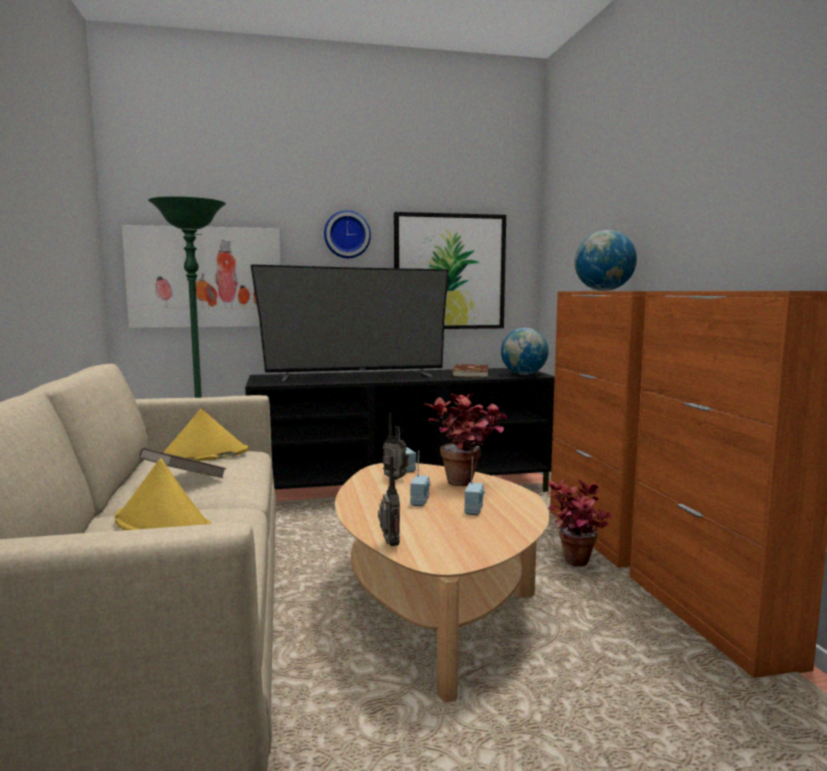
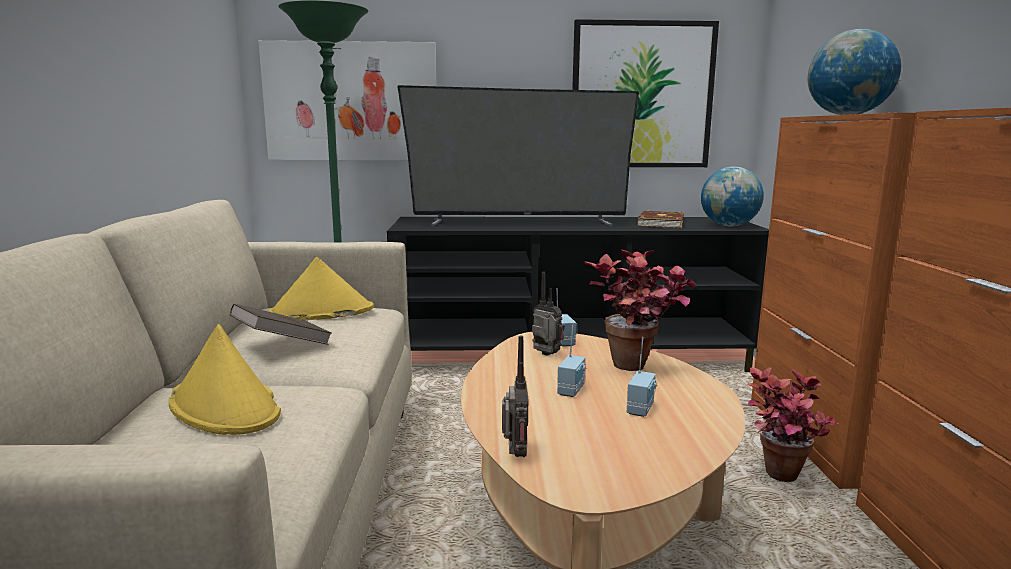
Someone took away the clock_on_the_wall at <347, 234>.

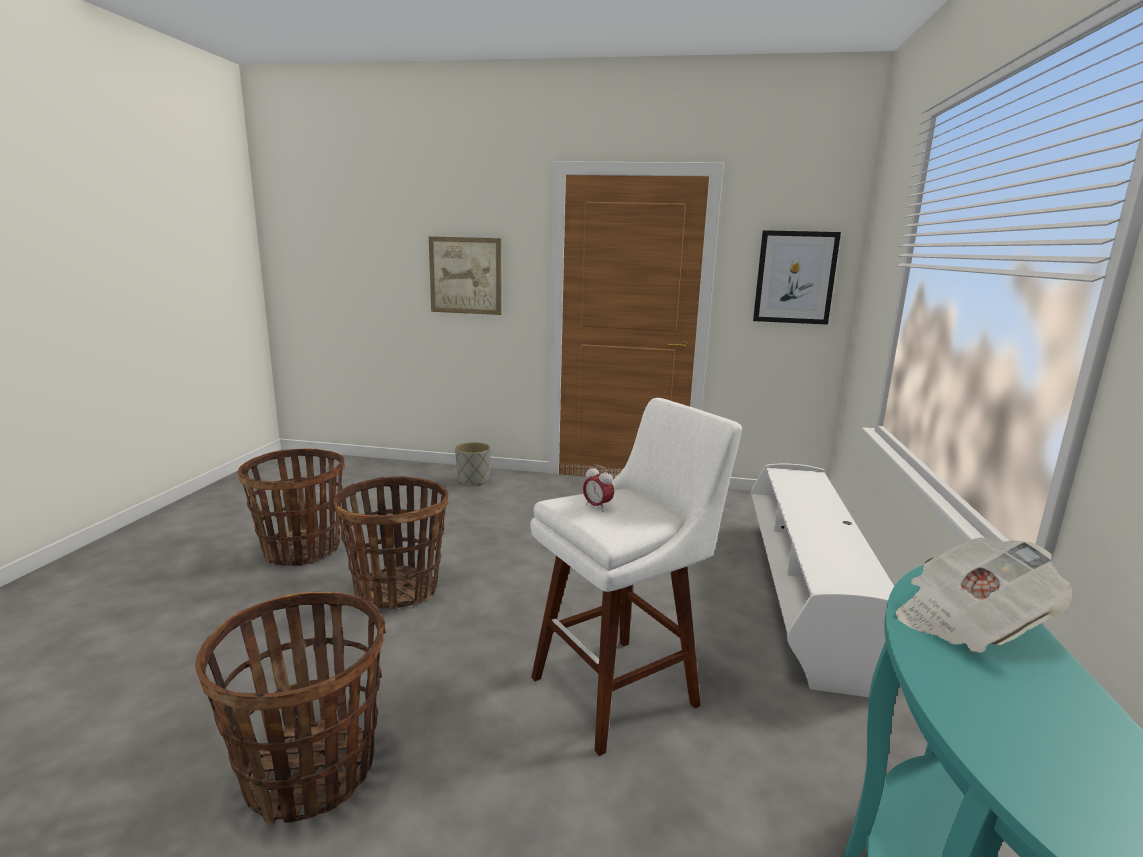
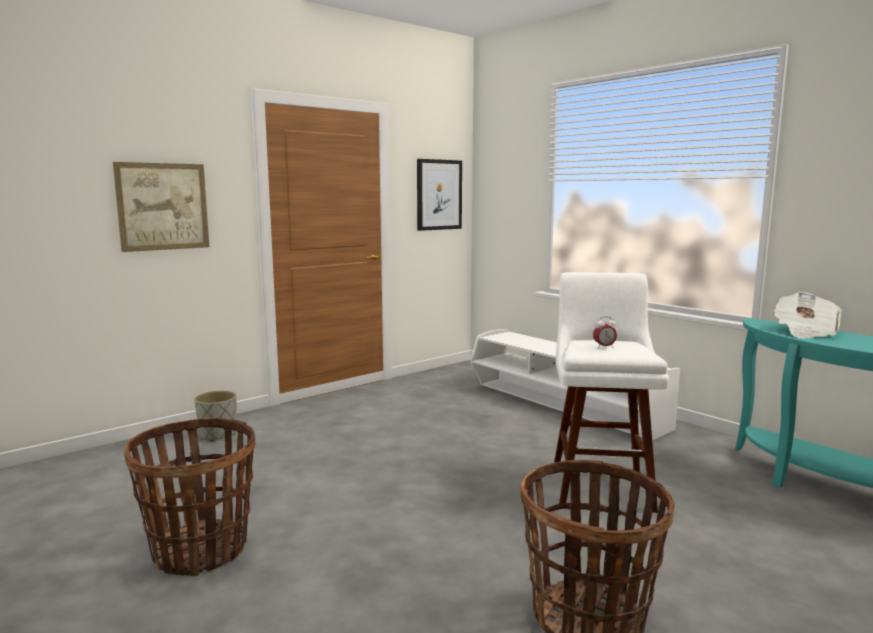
Someone took away the storage_basket at <397, 590>.

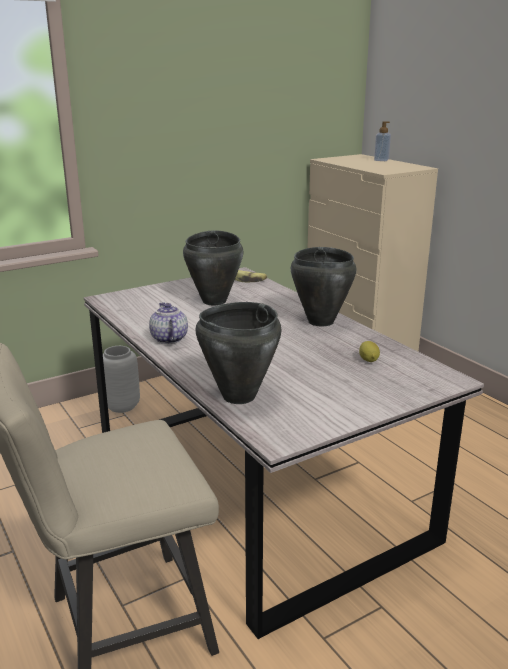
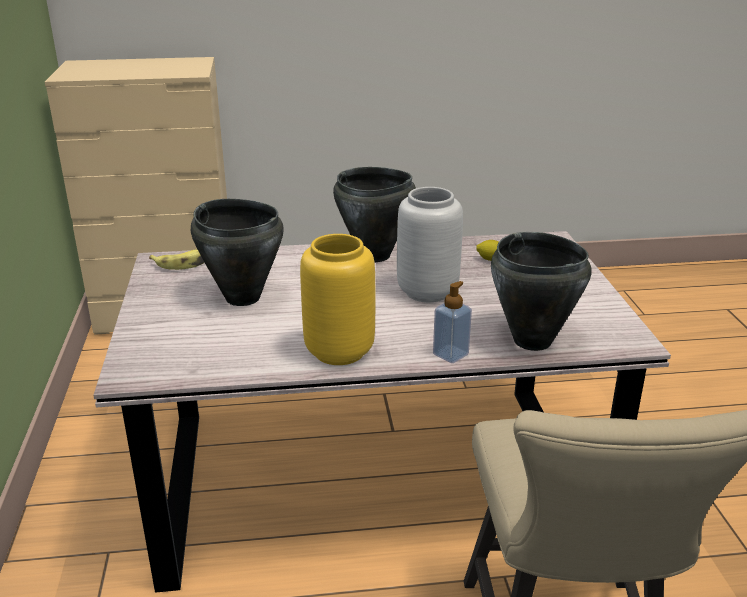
Someone carried the gray_flower_vase from <122, 406> to <428, 292>.
Someone carried the soap_bottle from <381, 160> to <450, 354>.
Someone swapped the pot_for_tea at <168, 339> for the yellow-coloured_flower_vase at <340, 352>.

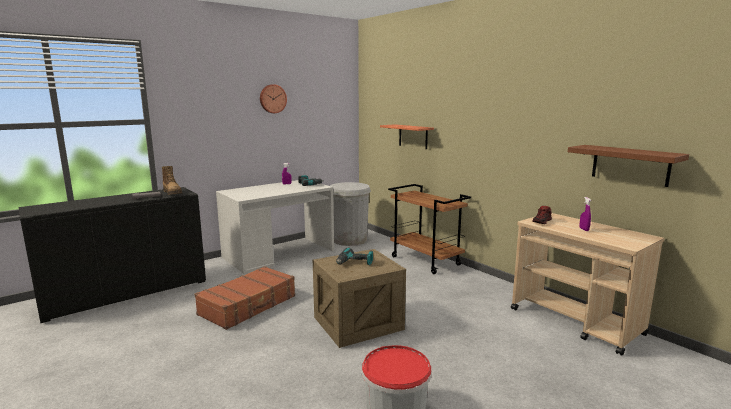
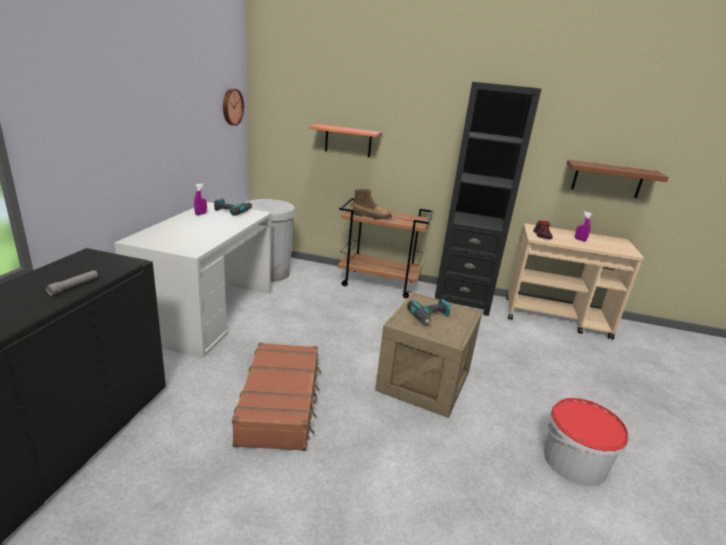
Someone put down the black_shelving_unit at <461, 300>.
Someone carried the tall_boot from <173, 193> to <371, 217>.
Someone carried the clock_on_the_wall from <272, 98> to <231, 106>.

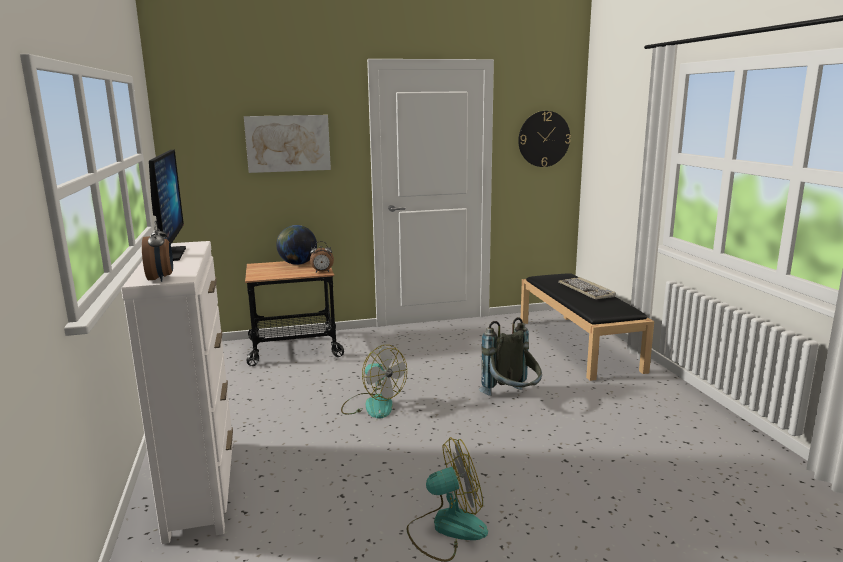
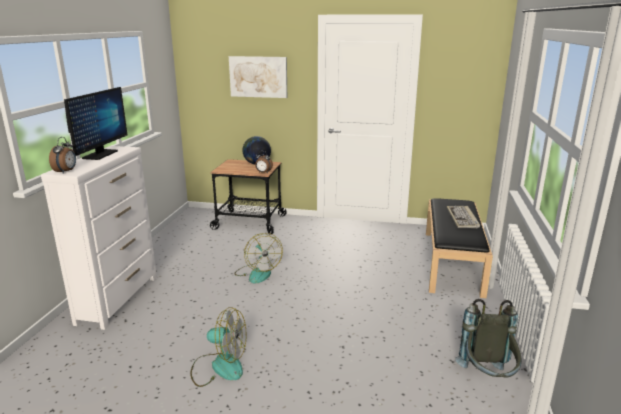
Someone took away the clock_on_the_wall at <544, 139>.
Someone carried the gray_knapsack from <512, 399> to <487, 378>.

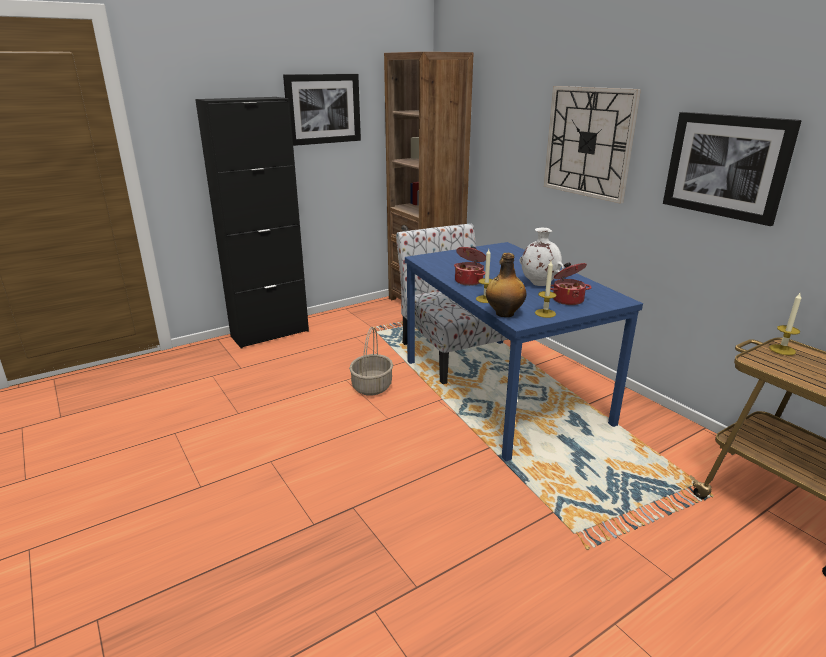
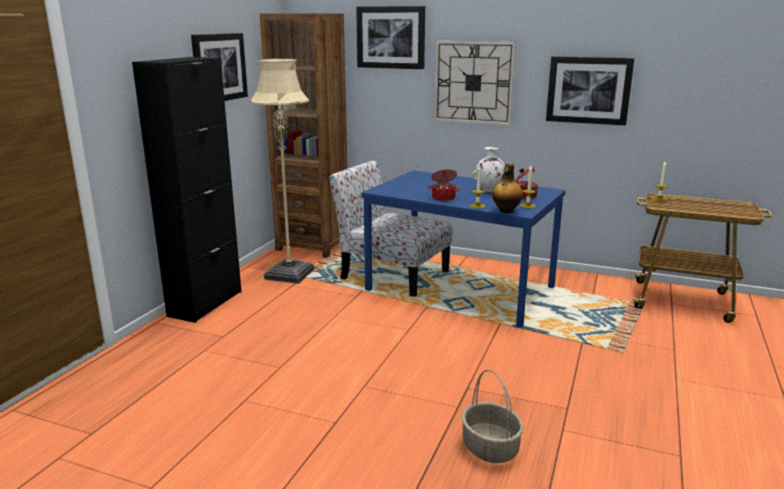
Someone put down the sand-coloured_floor_lamp at <289, 274>.
Someone put up the picture at <391, 37>.
Someone carried the storage_basket from <371, 386> to <489, 448>.

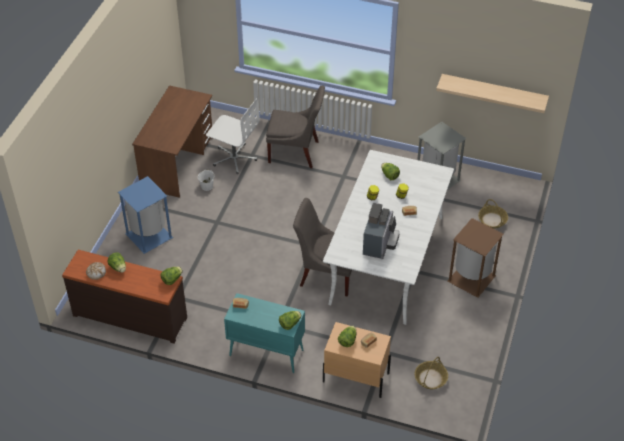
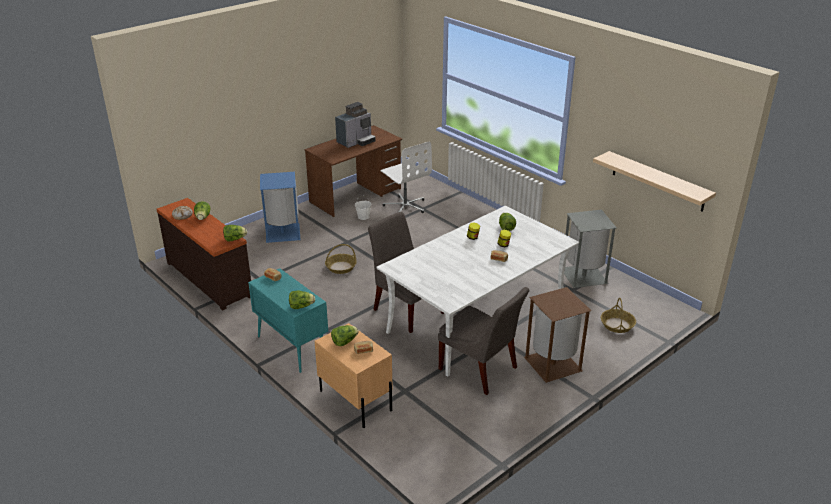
Someone carried the gray_chair from <296, 152> to <480, 370>.
Someone carried the coffee_maker from <380, 244> to <356, 142>.
Someone carried the storage_basket from <430, 379> to <340, 267>.

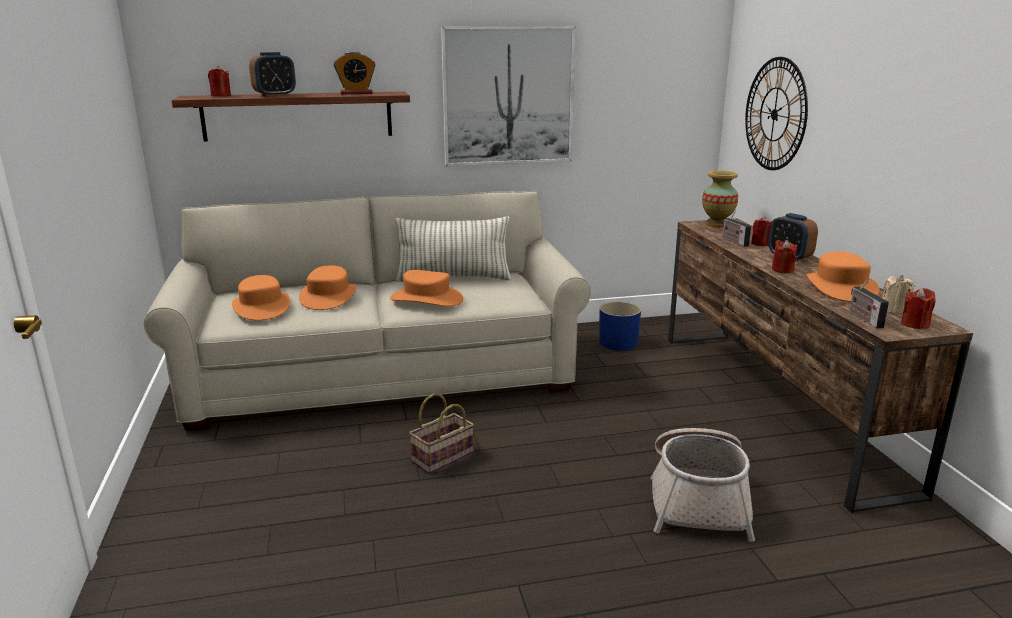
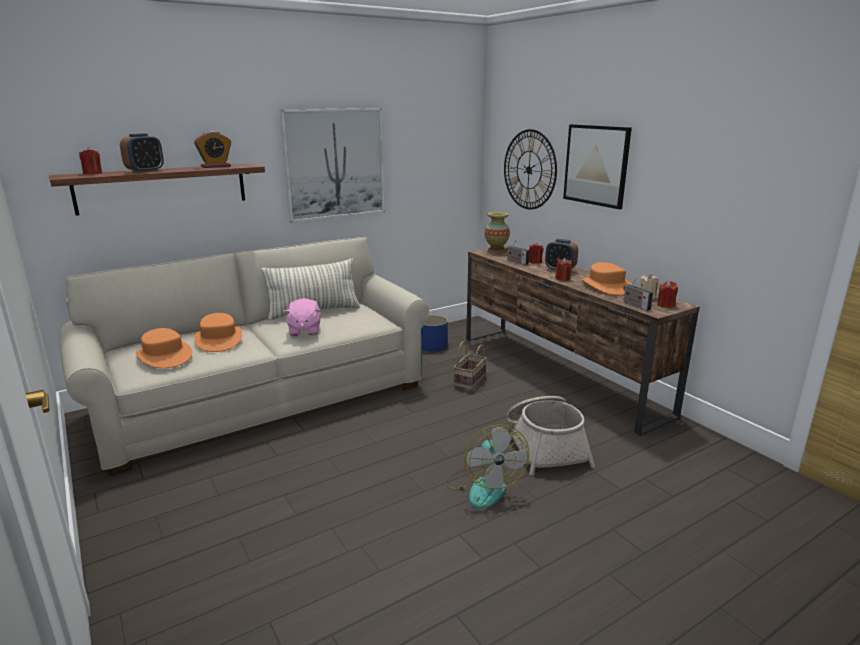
Someone put down the fan at <483, 486>.
Someone put up the picture at <596, 165>.
Someone carried the storage_basket from <442, 458> to <470, 382>.
Someone swapped the orange-coloured_wearable_hat at <427, 299> for the pink_soft_toy at <304, 330>.

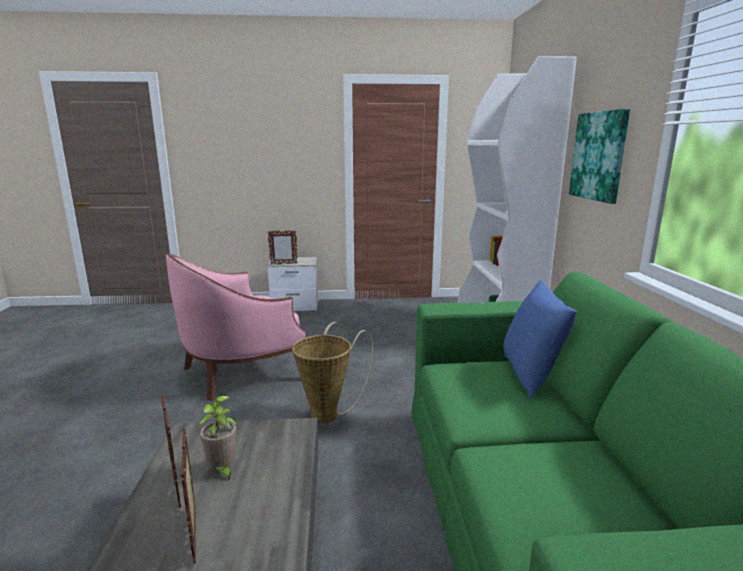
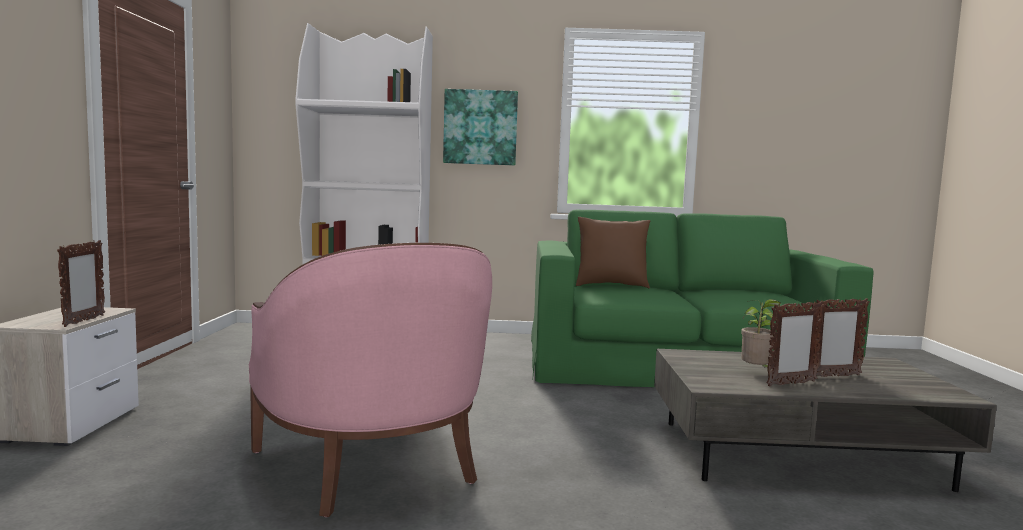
Someone took away the storage_basket at <329, 413>.
Someone repainted the bluish_cushion at <531, 375>, which became the brown-coloured_cushion at <611, 286>.

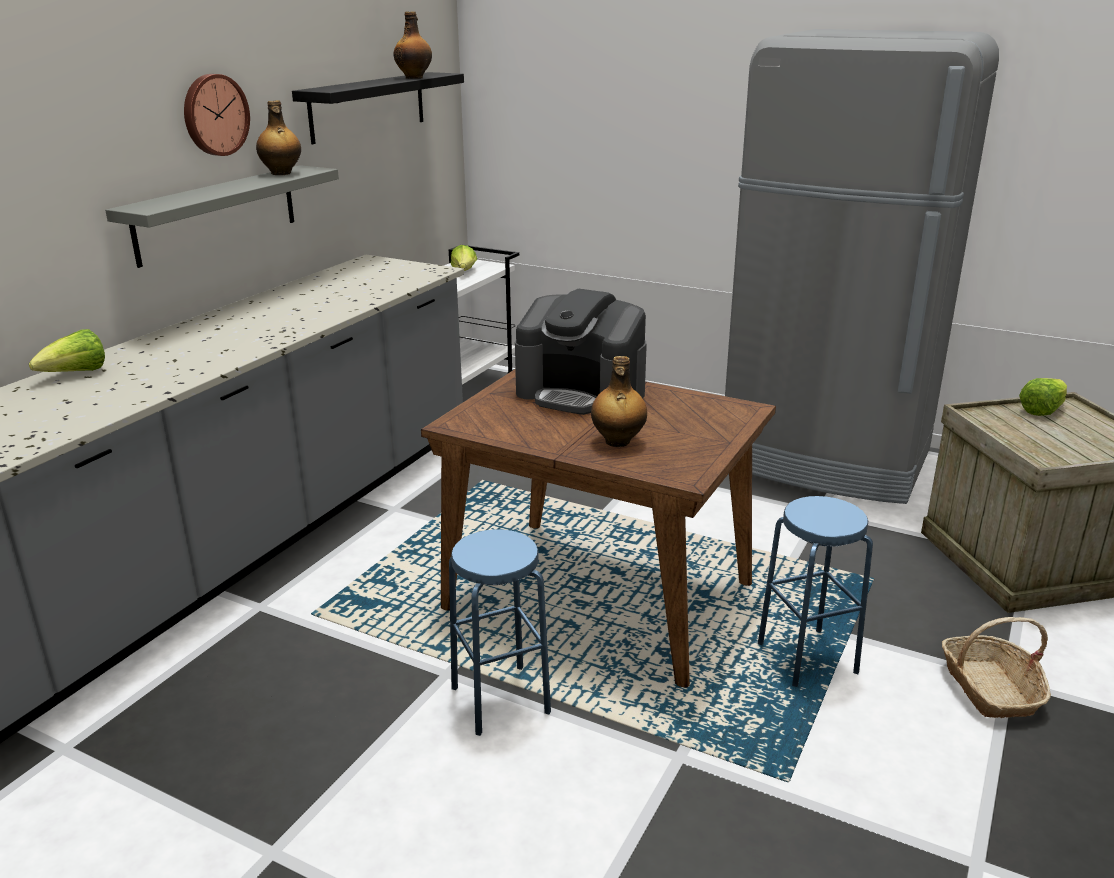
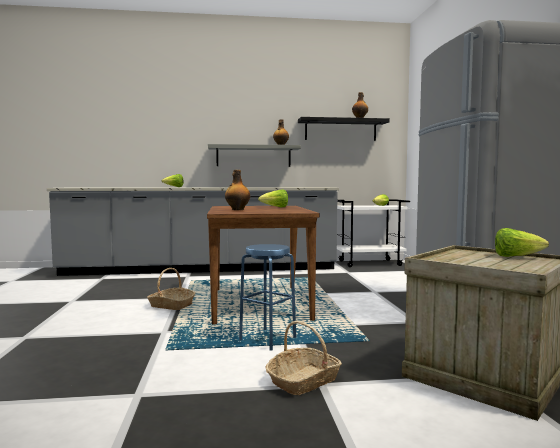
Someone took away the clock_on_the_wall at <214, 115>.
Someone swapped the bluish_stool at <500, 700> for the storage_basket at <171, 305>.
Someone swapped the coffee_maker at <582, 393> for the lettuce_head at <275, 207>.

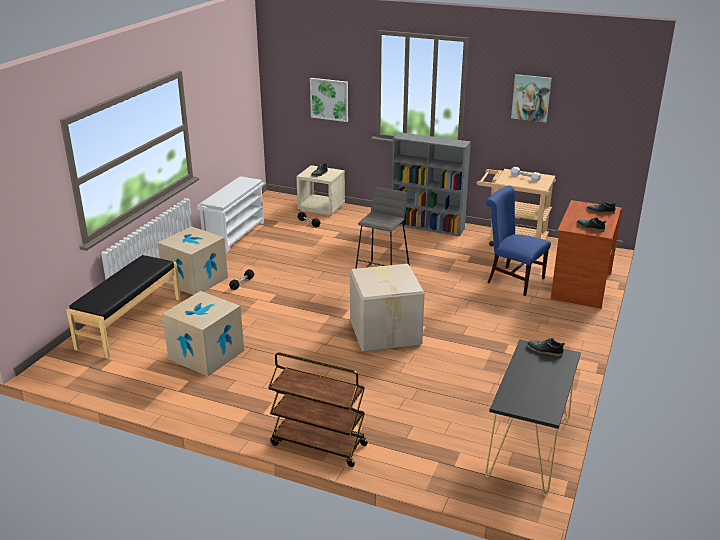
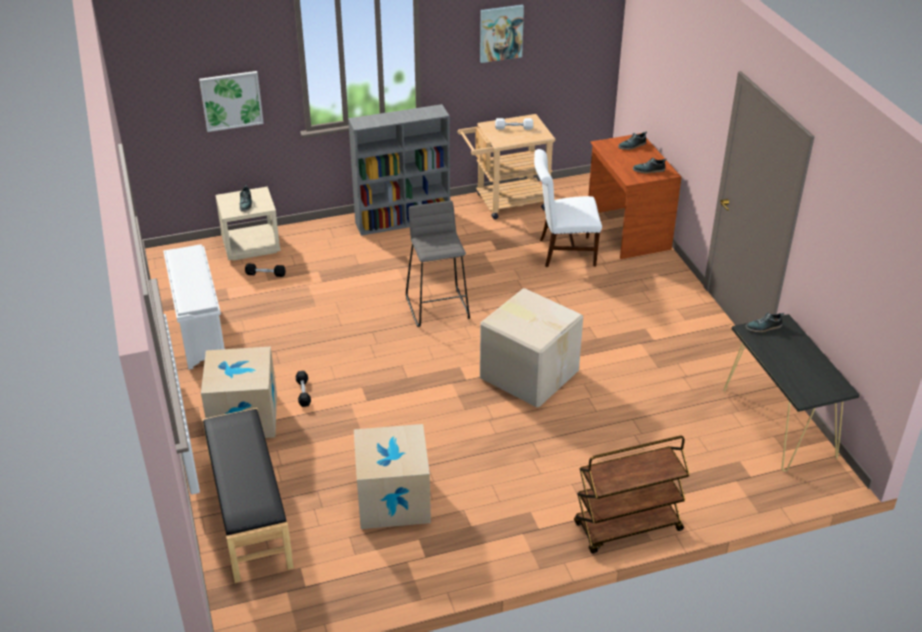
Someone repainted the bluish_chair at <512, 279>, which became the whitish_chair at <563, 252>.

